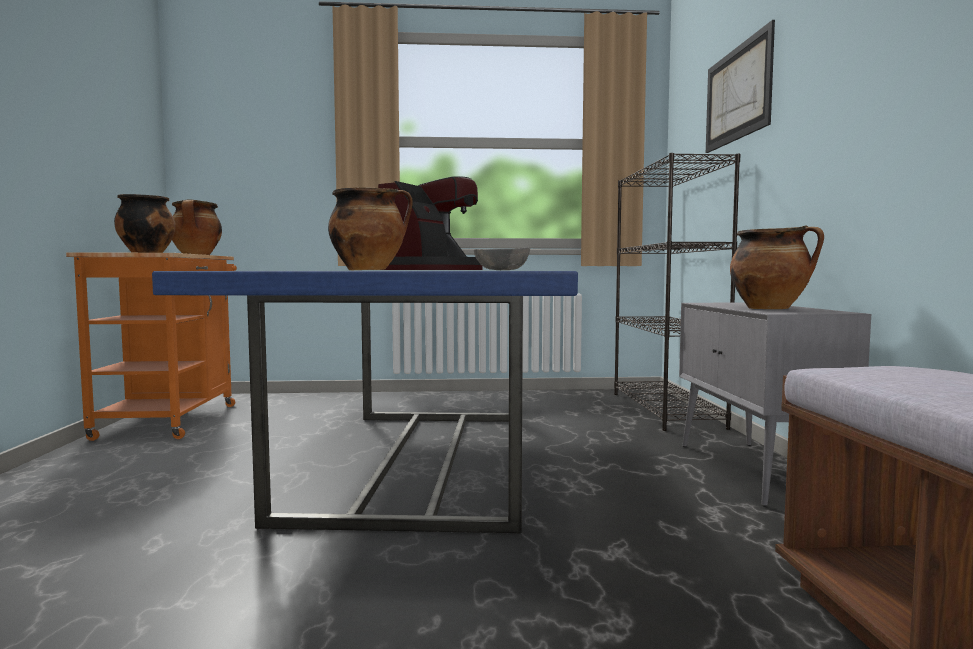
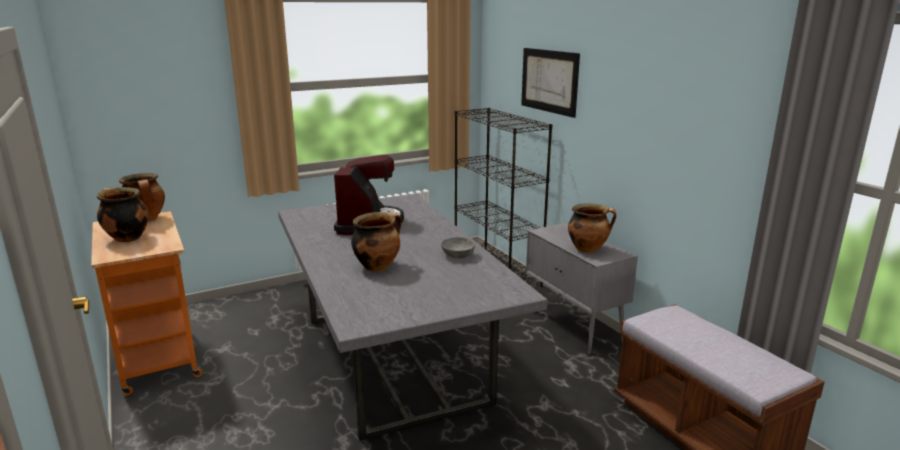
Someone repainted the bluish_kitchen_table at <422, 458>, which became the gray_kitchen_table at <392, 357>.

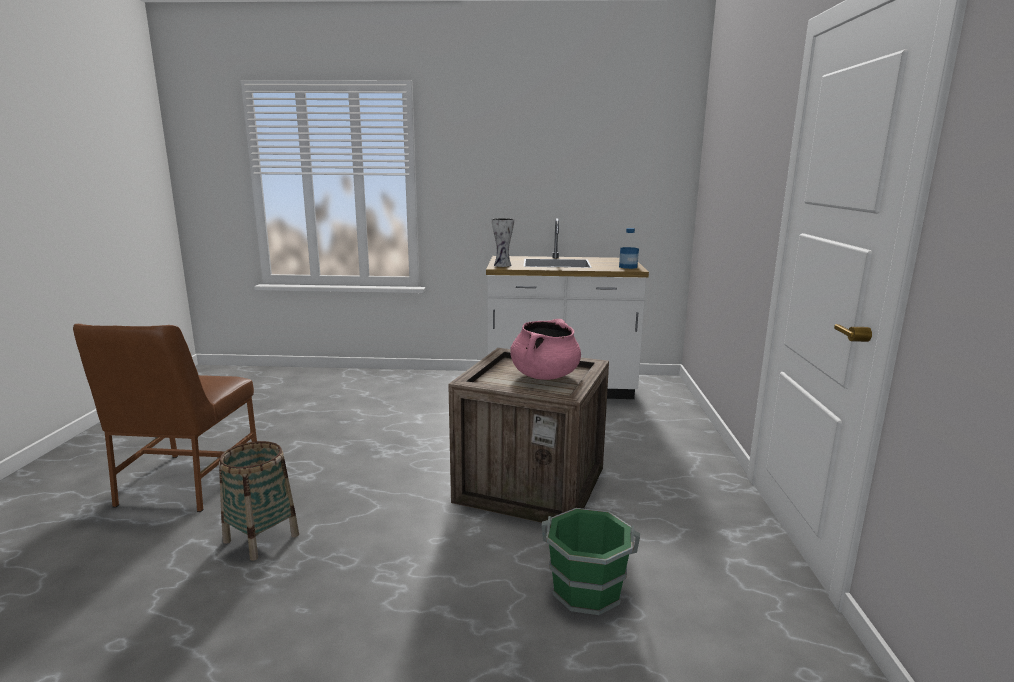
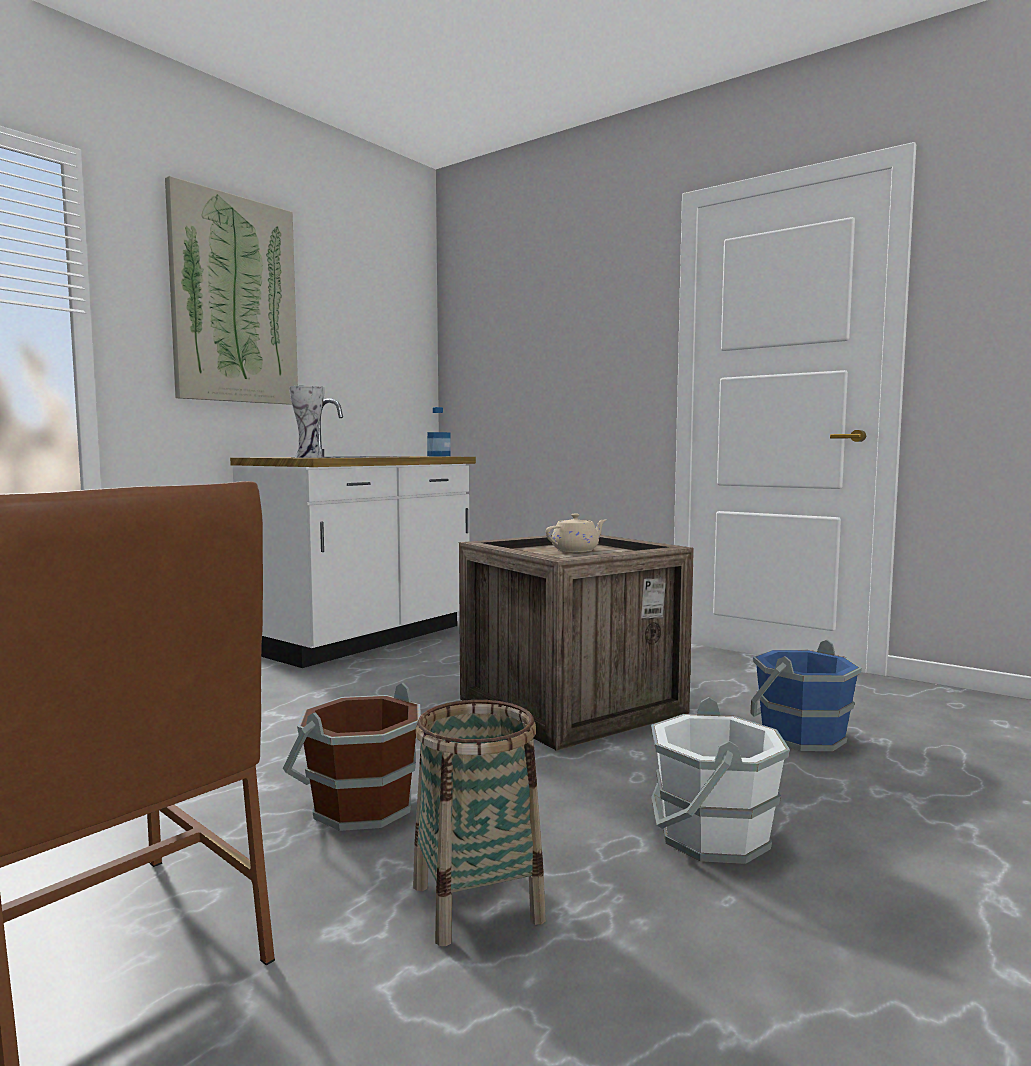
Someone put up the picture at <234, 300>.
Someone put down the brown-coloured_water_bucket at <361, 806>.
Someone put down the whitish_water_bucket at <712, 835>.
Someone swapped the pink_saucepot at <545, 376> for the sand-coloured_pot_for_tea at <576, 550>.
Someone repainted the green_water_bucket at <586, 589>, which became the bluish_water_bucket at <800, 736>.

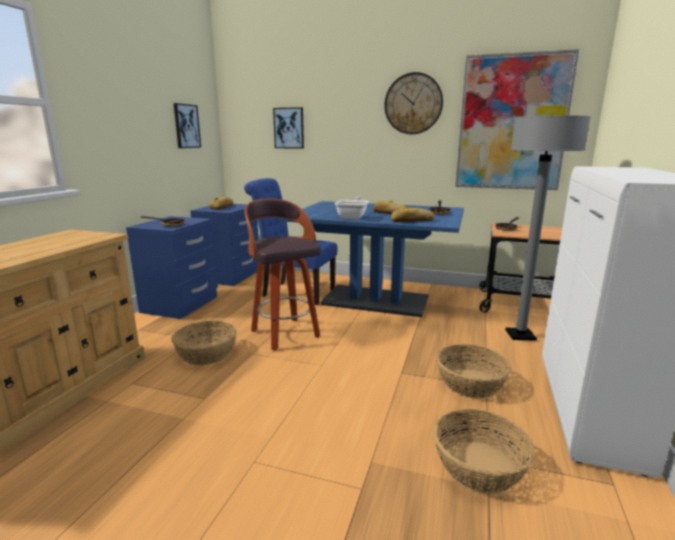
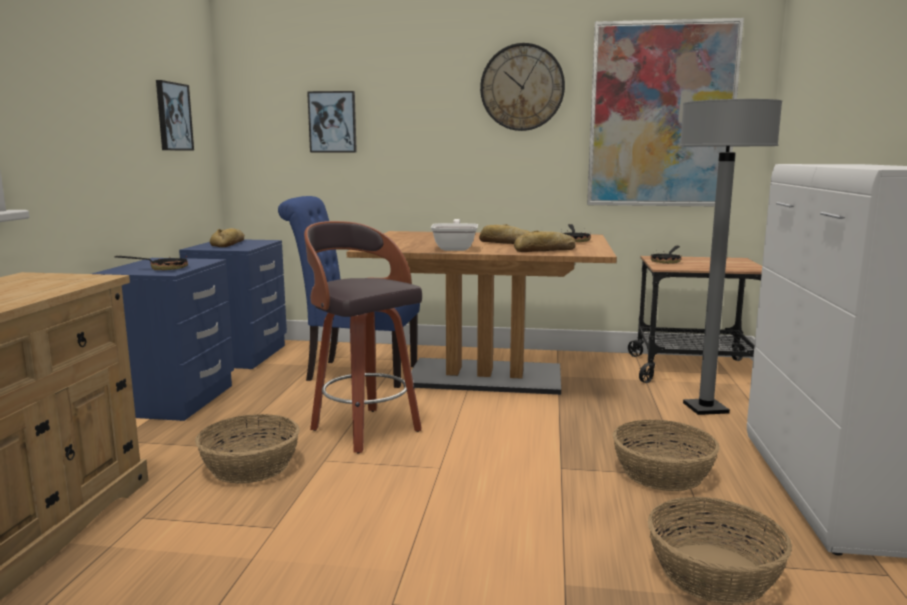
Someone repainted the bluish_kitchen_table at <375, 301>, which became the brown-coloured_kitchen_table at <485, 377>.

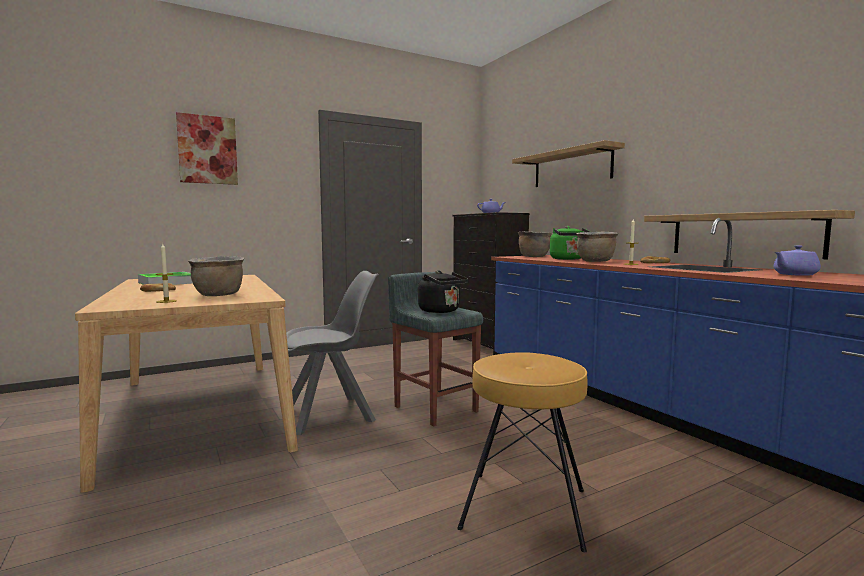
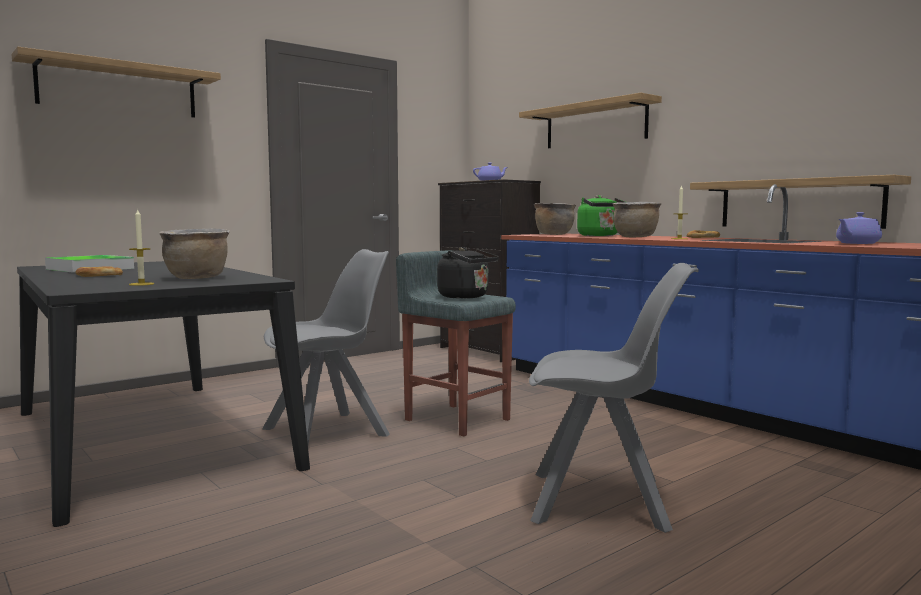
Someone swapped the picture at <207, 150> for the bracket_shelf at <119, 89>.
Someone swapped the brown-coloured_stool at <525, 509> for the gray_chair at <603, 501>.
Someone repainted the sand-coloured_kitchen_table at <199, 411>, which became the black_kitchen_table at <148, 438>.

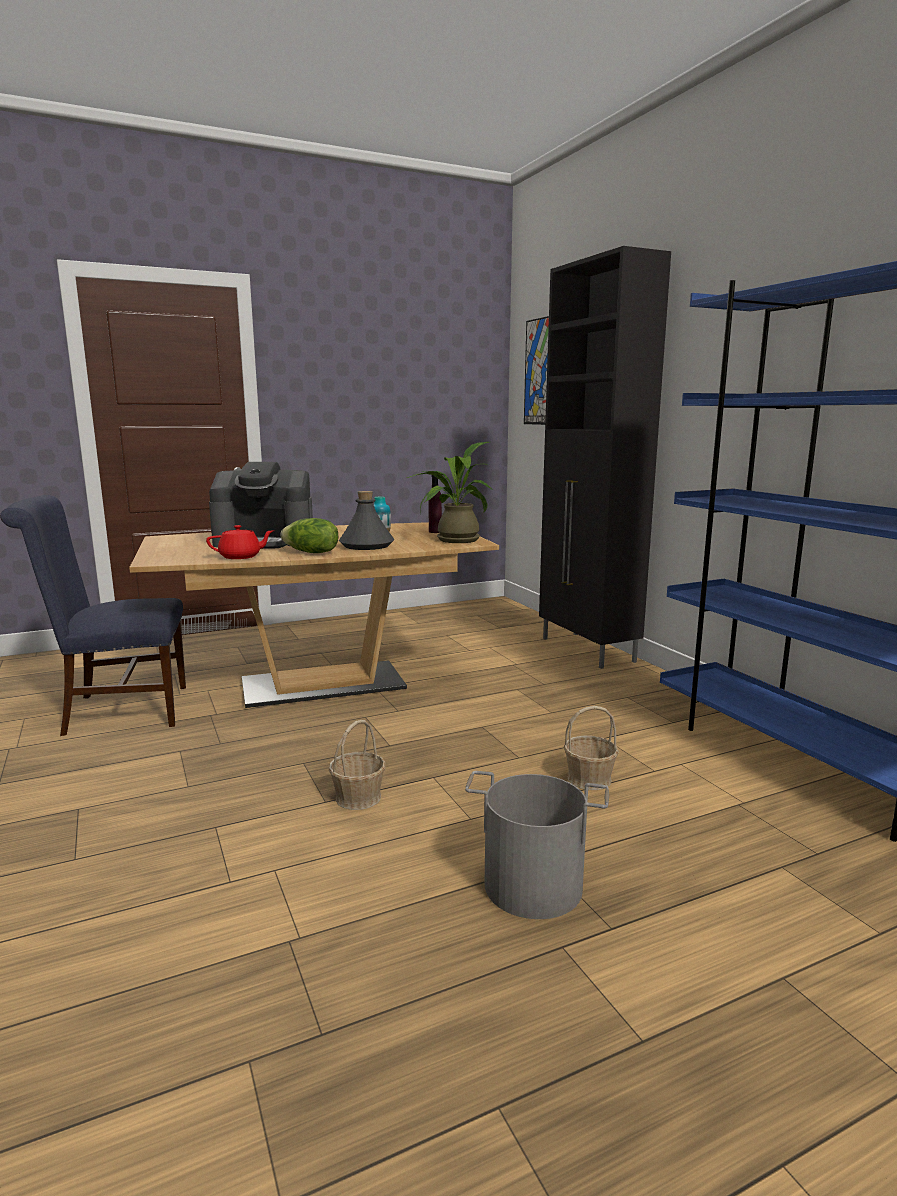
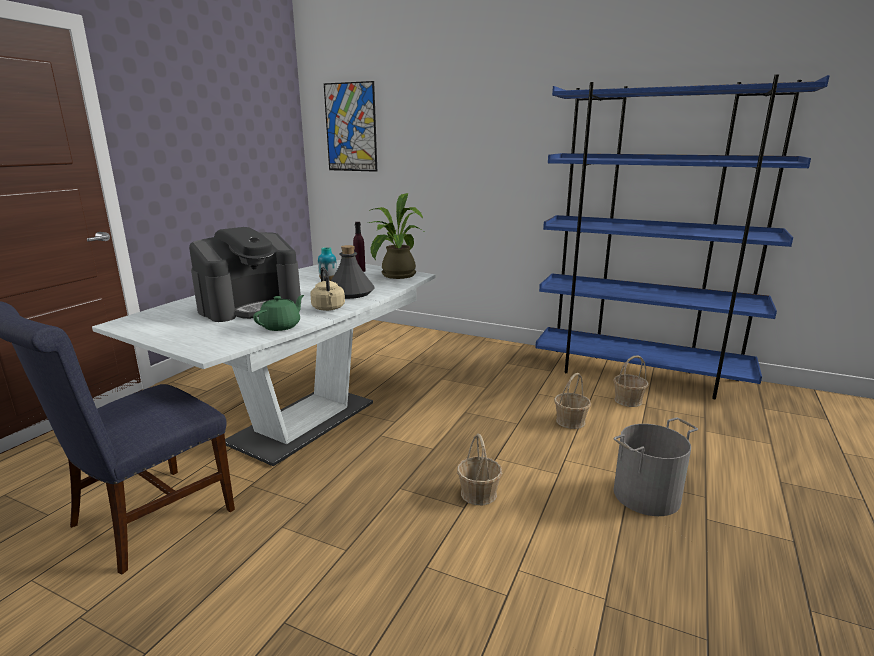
Someone took away the black_cupboard at <587, 650>.
Someone put down the storage_basket at <628, 400>.
Someone swapped the lettuce_head at <311, 553> for the sand-coloured_water_kettle at <328, 309>.
Someone repainted the brown-coloured_kitchen_table at <323, 685>, which became the whitish_kitchen_table at <303, 422>.
Someone repainted the red_pot_for_tea at <241, 557>, which became the green_pot_for_tea at <281, 326>.

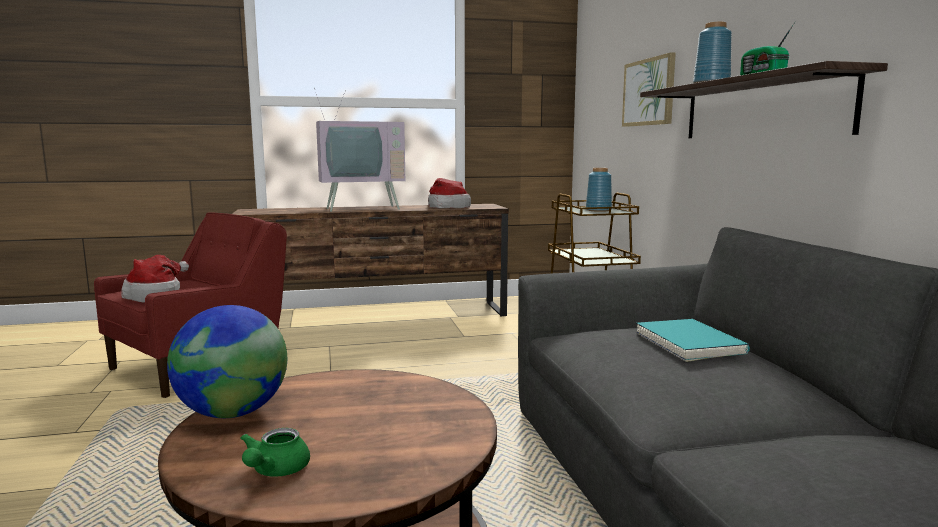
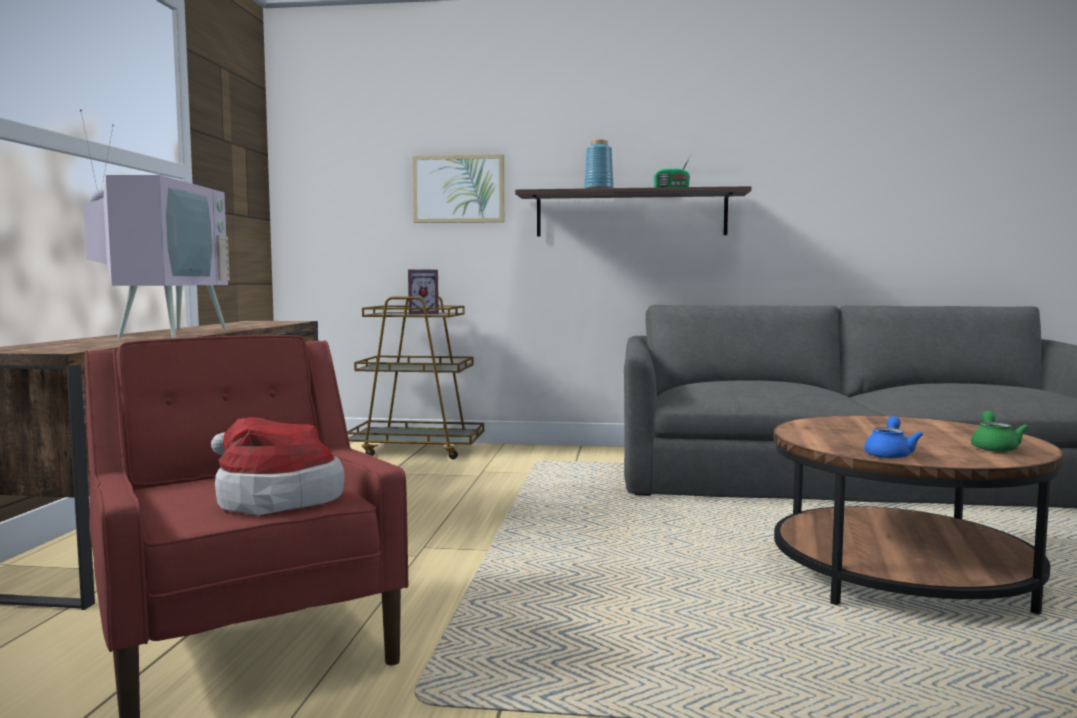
Someone took away the wearable_hat at <446, 207>.
Someone took away the turquoise-coloured_volume at <689, 344>.
Someone swapped the world_globe at <233, 413> for the bluish_pot_for_tea at <889, 454>.
Someone swapped the bluish_flower_vase at <599, 210> for the picture_frame at <423, 314>.
Someone rotated the green_pot_for_tea at <275, 471> by 105 degrees counterclockwise.

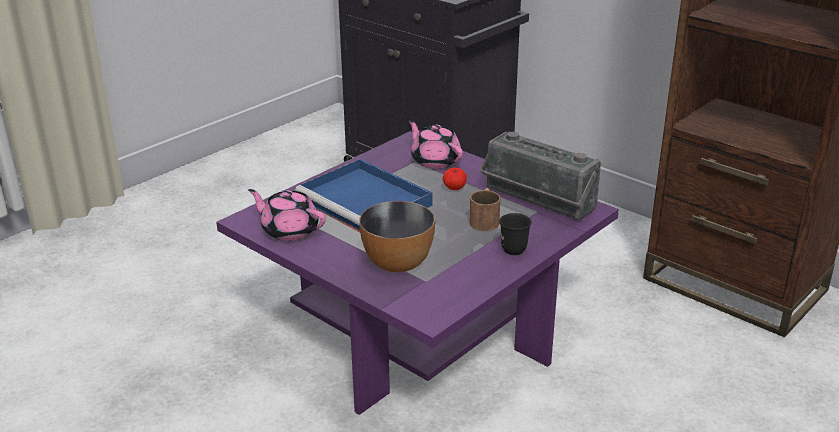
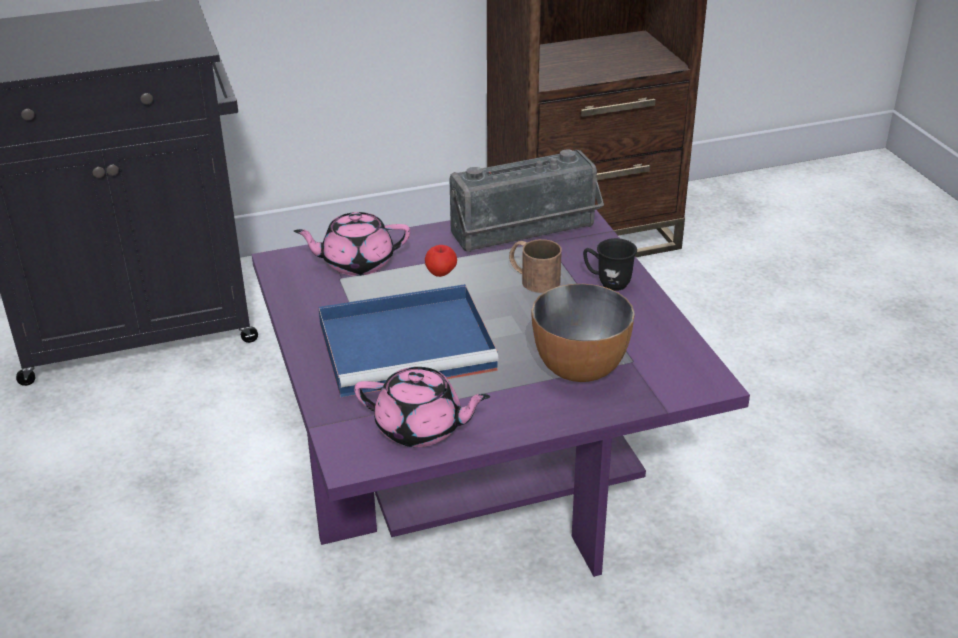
Someone rotated the pink_pot_for_tea at <289, 230> by 135 degrees counterclockwise.

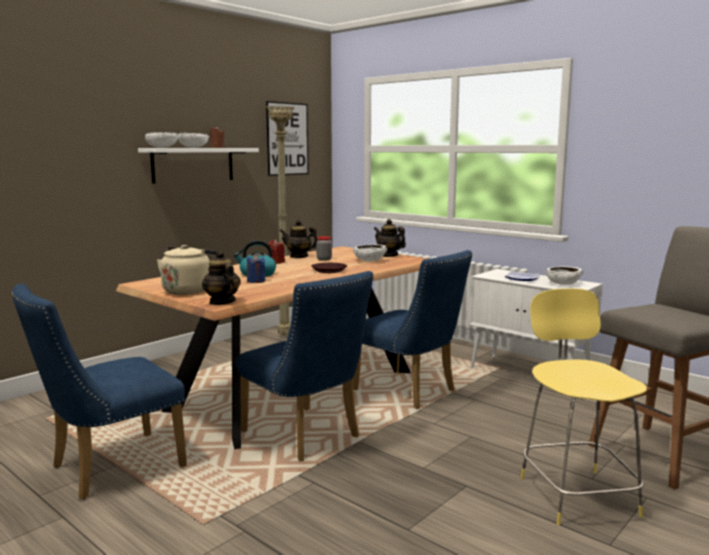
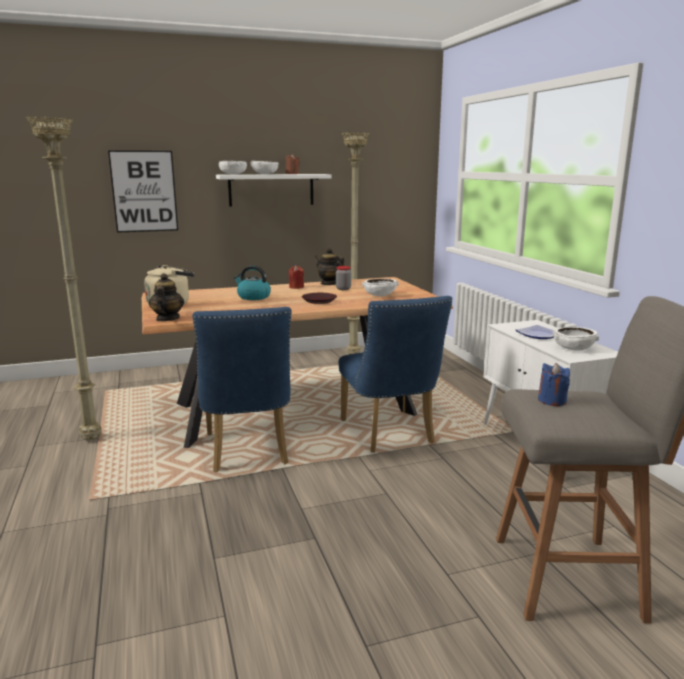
Someone took away the pot_for_tea at <389, 255>.
Someone took away the yellow-coloured_stool at <576, 493>.
Someone carried the bluish_wax_candle from <256, 281> to <552, 400>.
Someone carried the picture from <287, 139> to <144, 191>.
Someone swapped the bluish_chair at <108, 468> for the sand-coloured_floor_lamp at <92, 439>.

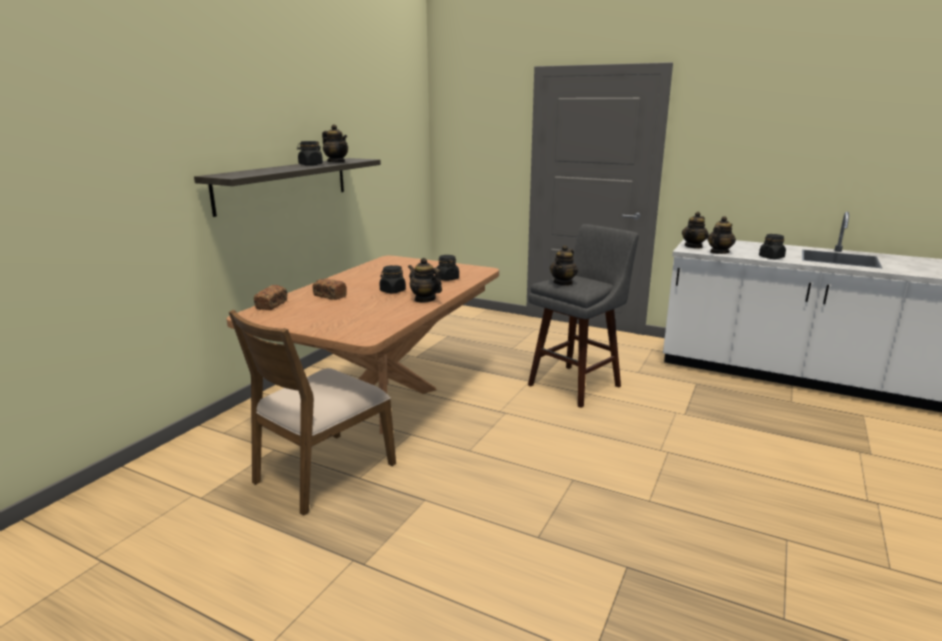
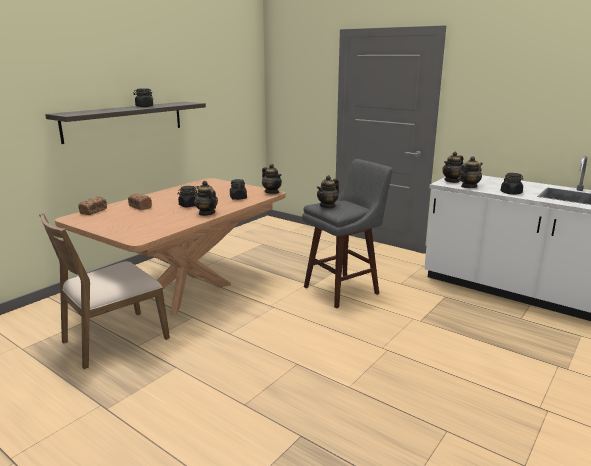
Someone carried the pot_for_tea from <336, 162> to <272, 192>.

